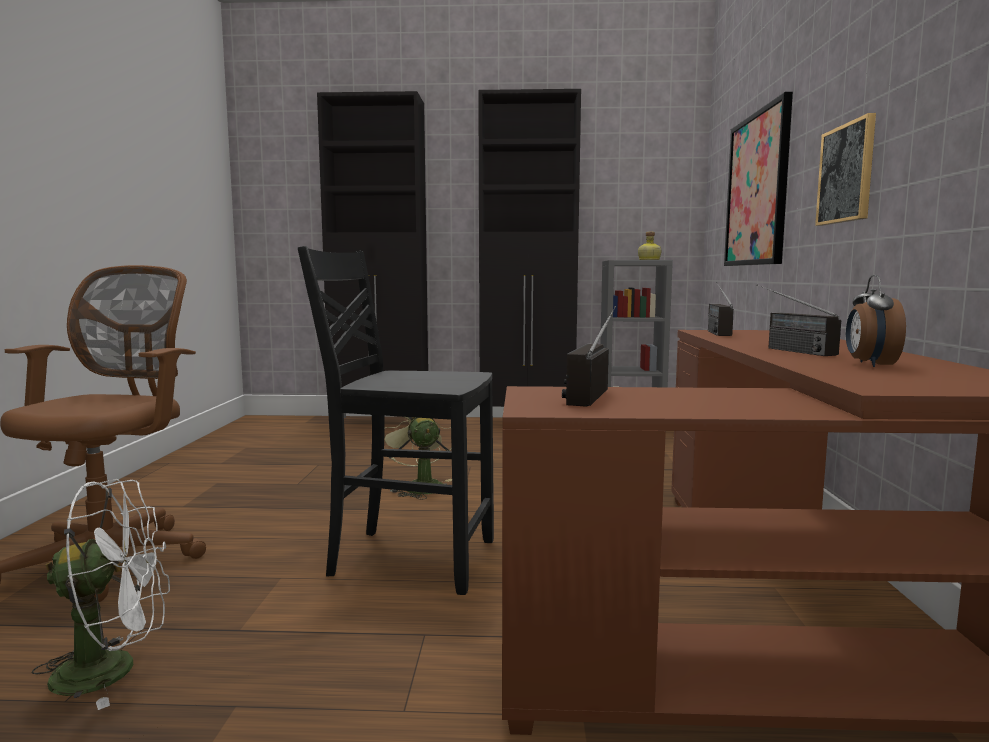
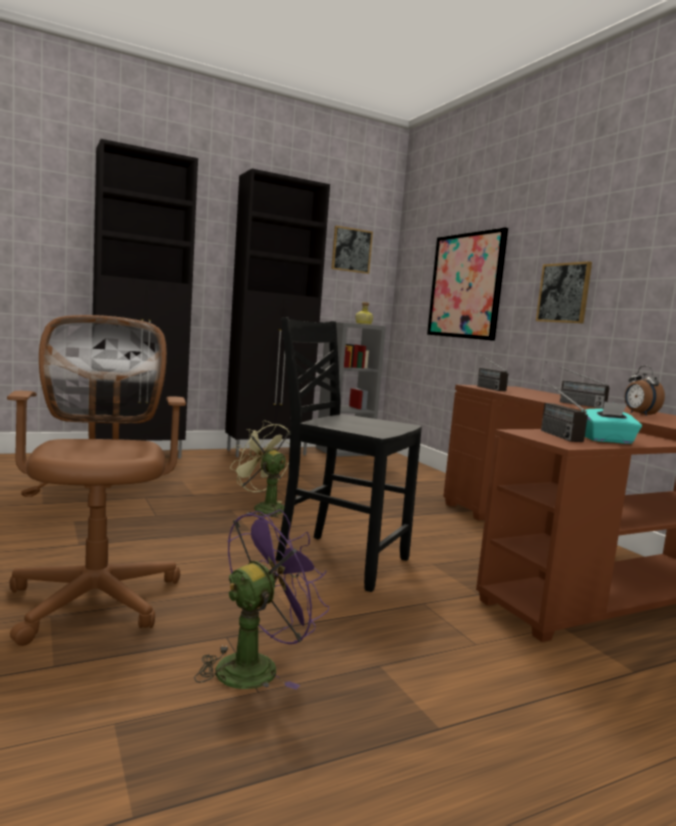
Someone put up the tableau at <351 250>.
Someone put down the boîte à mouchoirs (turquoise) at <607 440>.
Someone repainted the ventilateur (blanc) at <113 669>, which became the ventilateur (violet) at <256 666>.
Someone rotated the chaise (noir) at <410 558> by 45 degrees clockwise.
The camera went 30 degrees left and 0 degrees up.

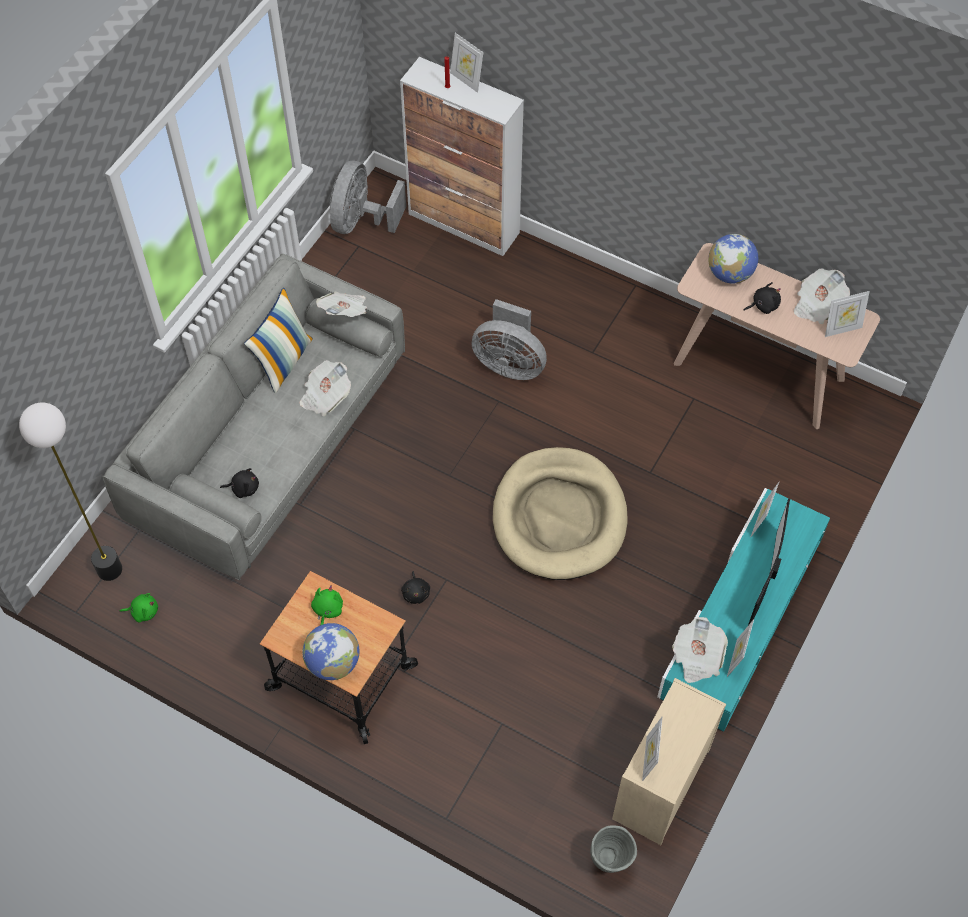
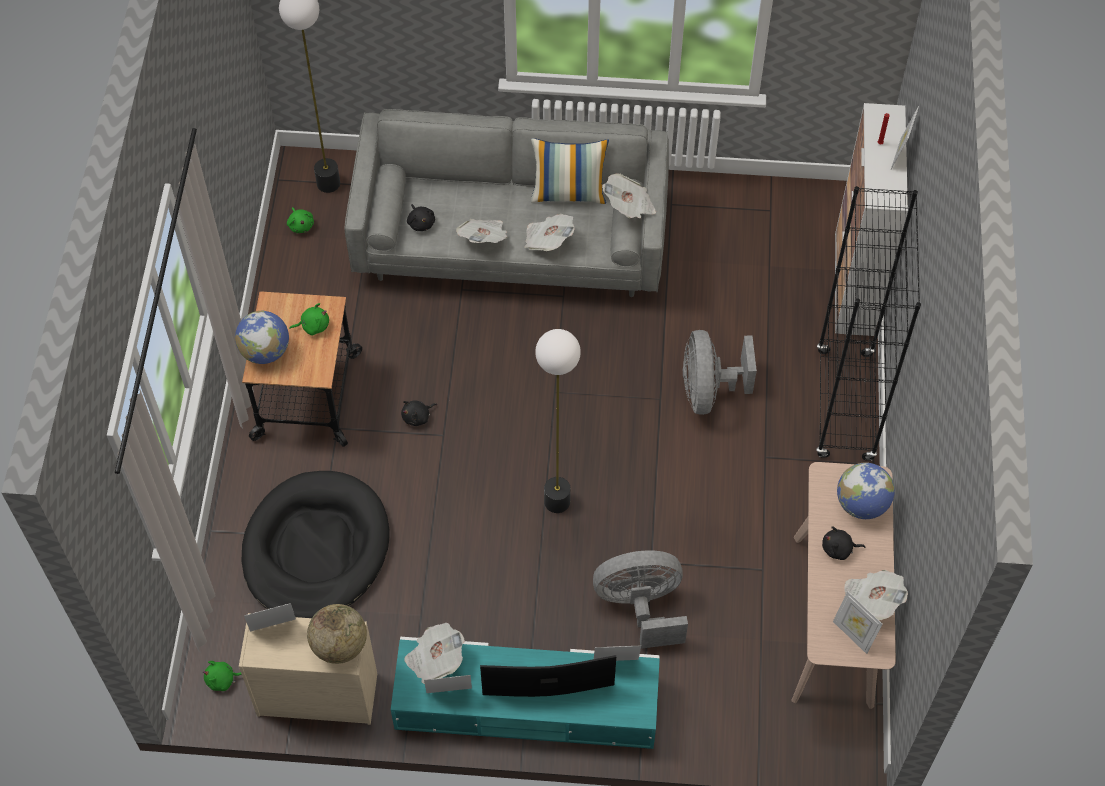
Someone put down the panier pour chien (noir) at <316 549>.
Someone put down the globe at <339 645>.
Someone put down the journal at <484 238>.
Someone put down the bibliothèque (noir) at <845 405>.
Someone carried the ventilateur (gris) from <361 221> to <641 606>.
Someone swapped the panier pour chien (beige) at <559 517> for the lampadaire at <557 501>.
Someone swapped the vase (gris) at <610 863> for the peluche (vert) at <223 680>.
Someone rotated the peluche (noir) at <763 305> by 135 degrees clockwise.
The camera went 65 degrees right and 0 degrees up.

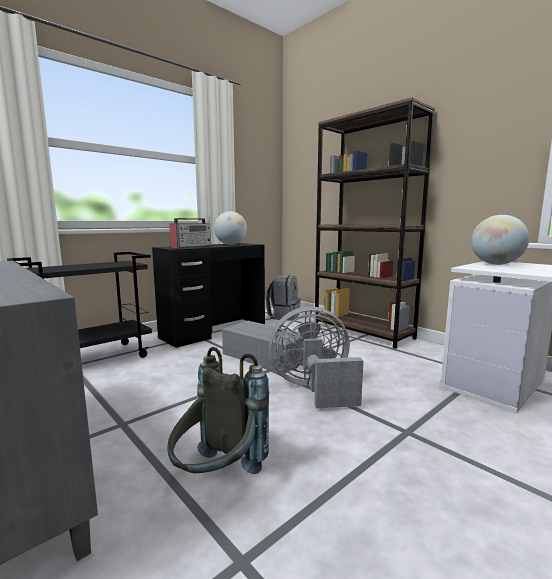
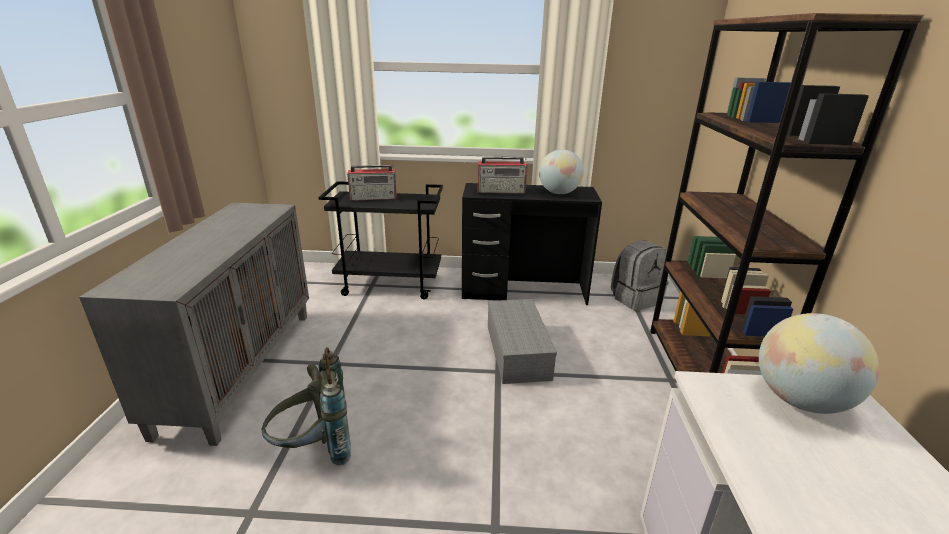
Someone took away the ventilateur (gris) at <313 389>.
Someone put down the radio at <374 197>.
The camera went 45 degrees right and 15 degrees up.

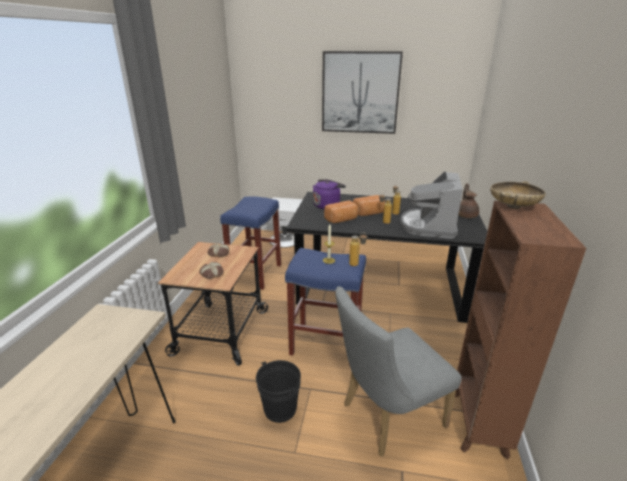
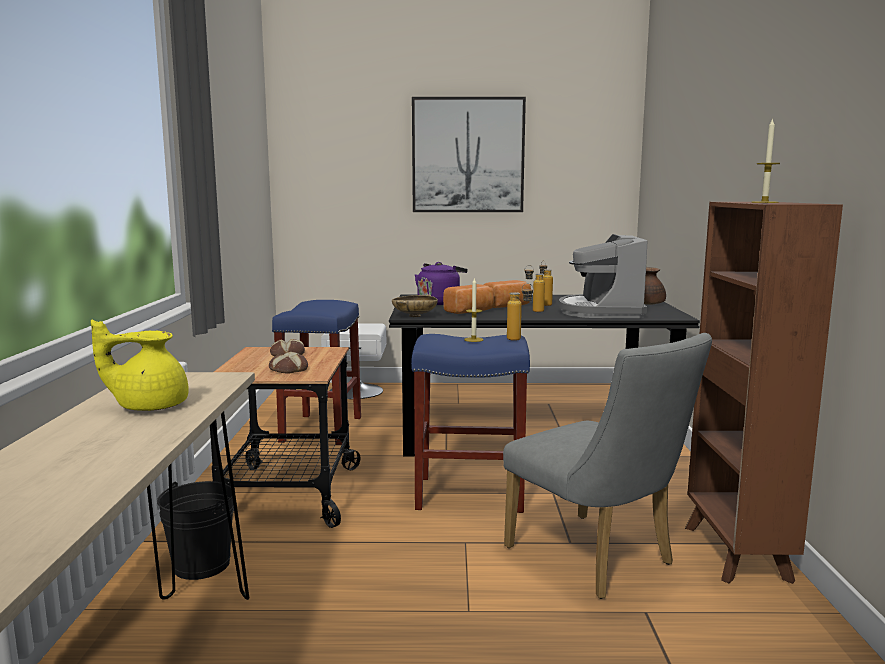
Someone put down the théière (jaune) at <149 406>.
Someone put down the bougie at <764 202>.
Someone carried the seau (noir) from <280 408> to <201 565>.
Someone carried the bol (beige) from <513 206> to <414 316>.
Someone rotated the chaise (gris) at <386 417> by 90 degrees counterclockwise.
The camera went 10 degrees left and 15 degrees down.

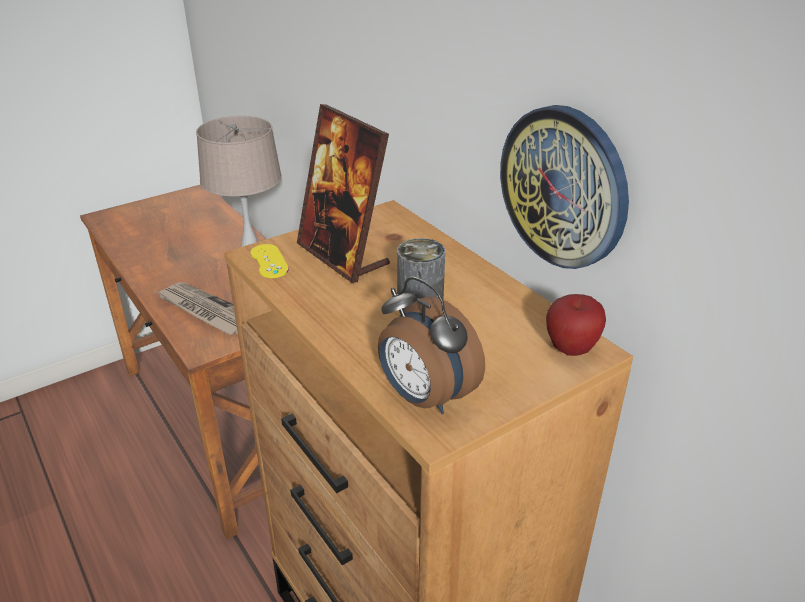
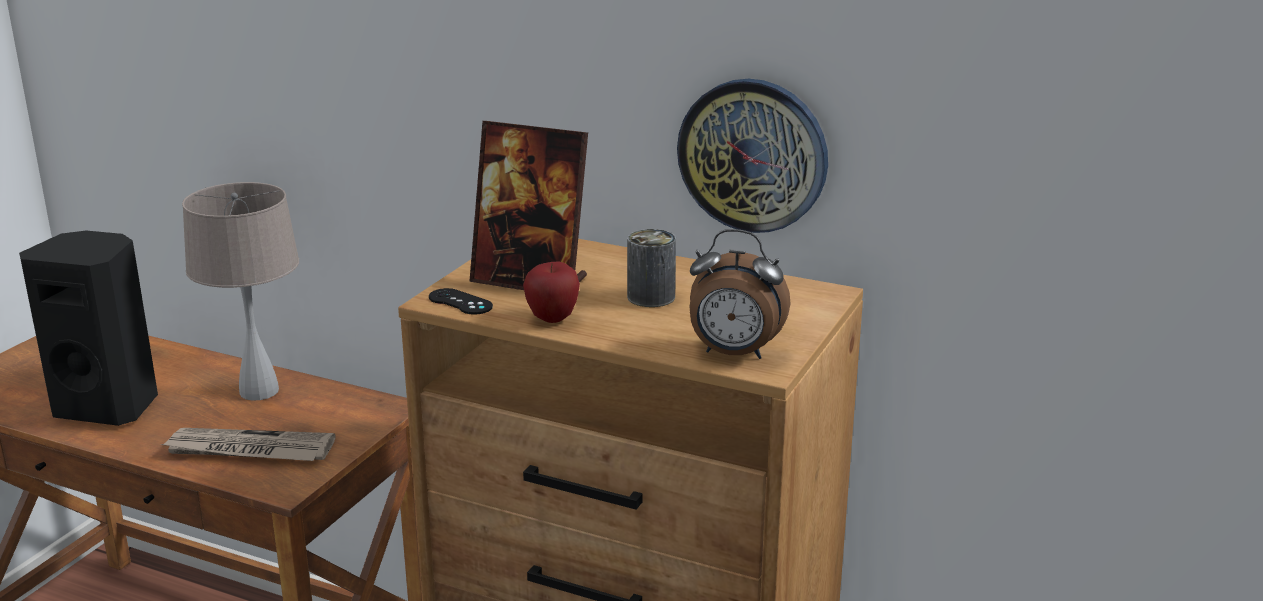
Someone put down the enceinte (noir) at <109 406>.
Someone carried the pomme from <571 349> to <552 318>.
Someone repainted the manette (jaune) at <269 261>, which became the manette (noir) at <460 302>.
The camera went 30 degrees left and 10 degrees down.

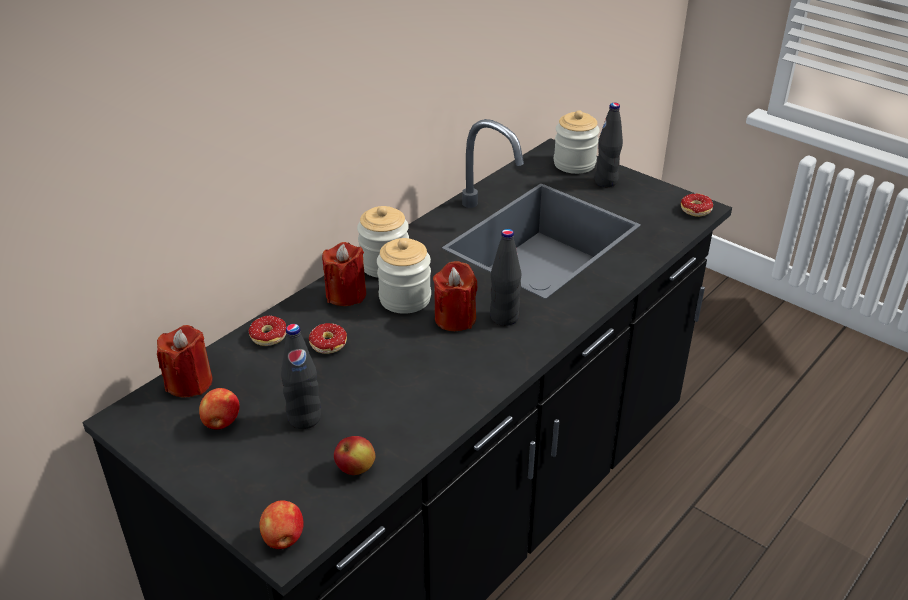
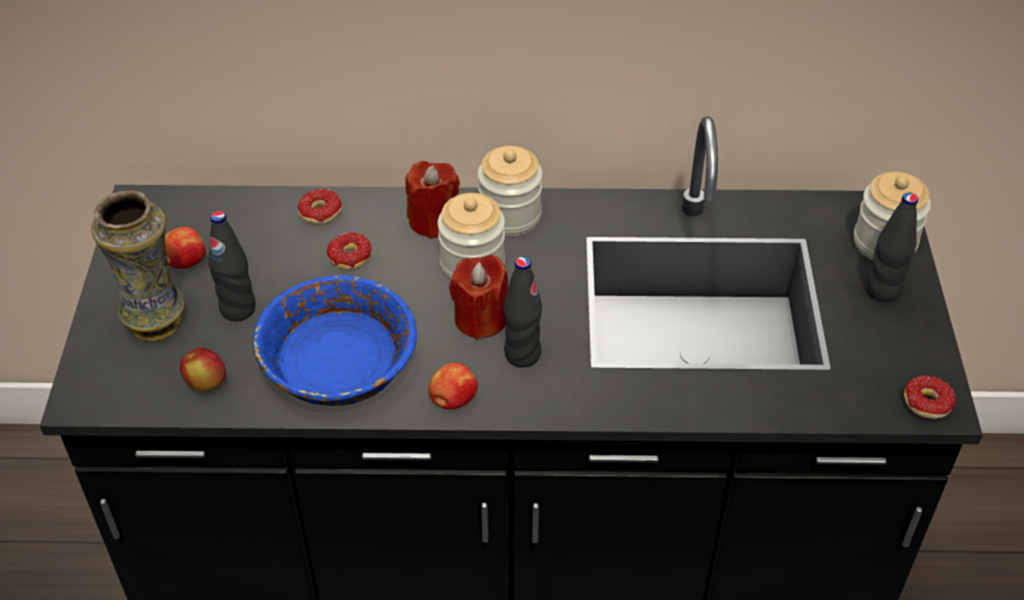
Someone took away the bougie (rouge) at <189 382>.
Someone put down the vase at <156 321>.
Someone put down the bol (bleu) at <337 362>.
Someone carried the pomme from <283 539> to <452 400>.
The camera went 50 degrees right and 10 degrees up.

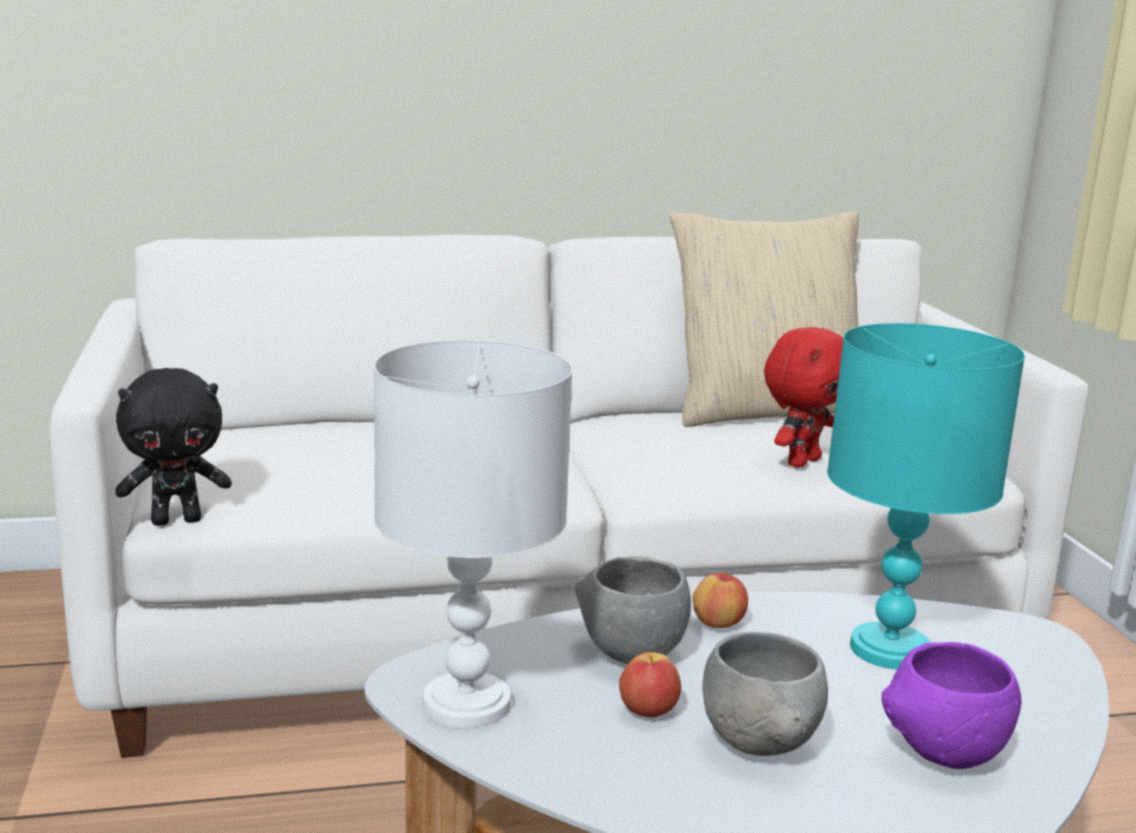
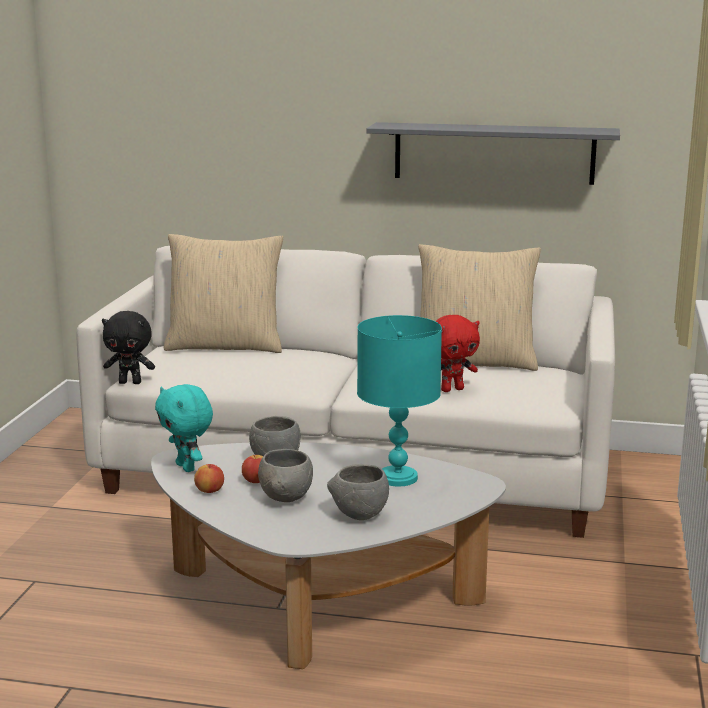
Someone put down the coussin (beige) at <225 346>.
Someone put up the étagère (gris) at <494 153>.
Someone carried the pomme from <718 624> to <210 491>.
Someone swapped the lampe de table (blanc) at <469 703> for the peluche (turquoise) at <187 467>.
Someone repainted the bol (violet) at <942 756>, which became the bol (gris) at <359 516>.
The camera went 25 degrees right and 0 degrees up.

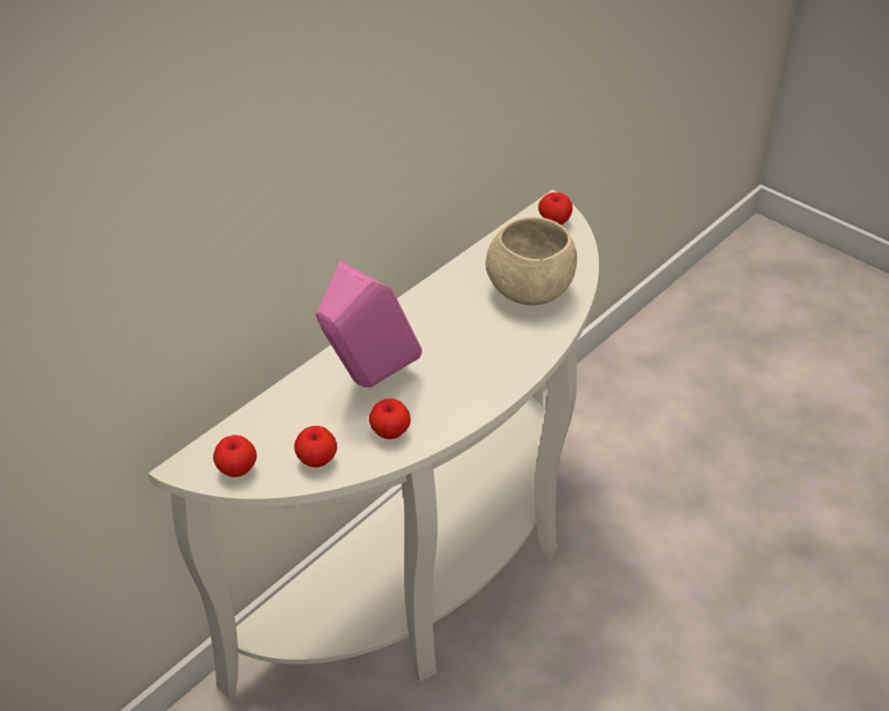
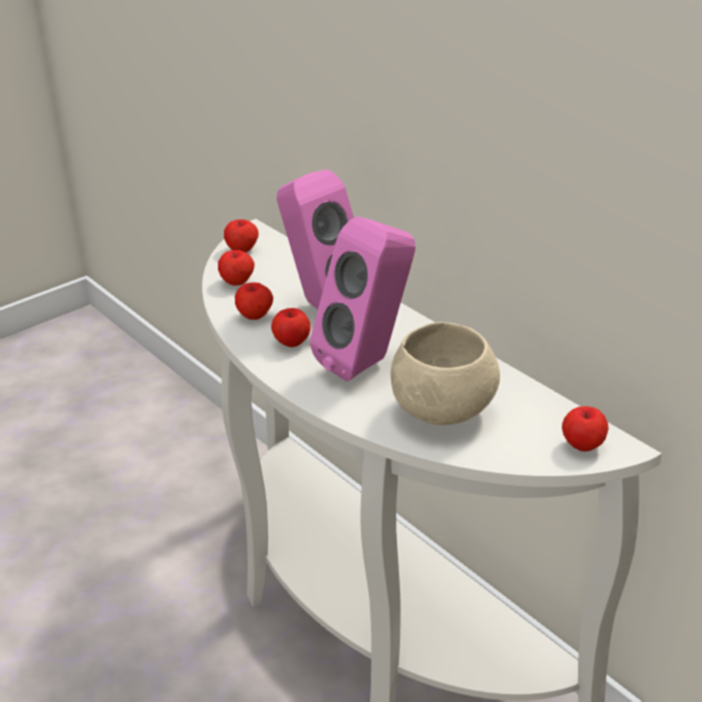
Someone put down the pomme at <292 342>.
Someone put down the enceinte (rose) at <369 362>.
The camera went 100 degrees right and 10 degrees down.

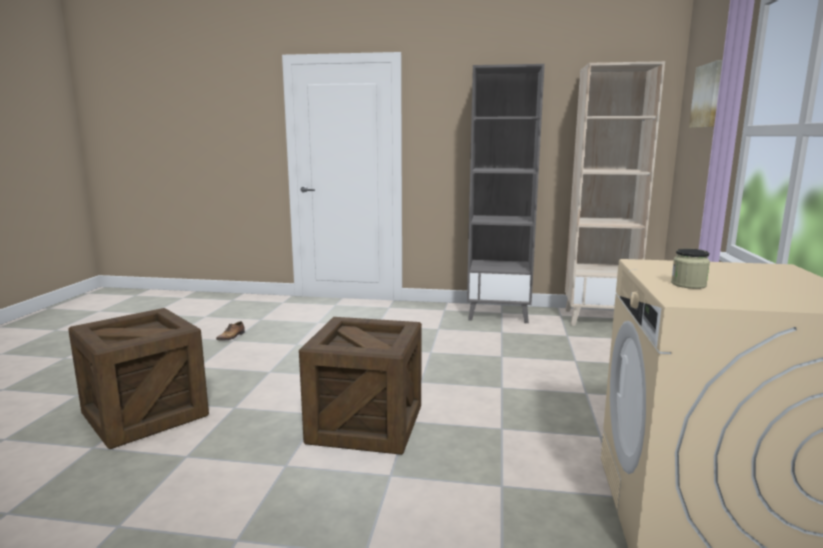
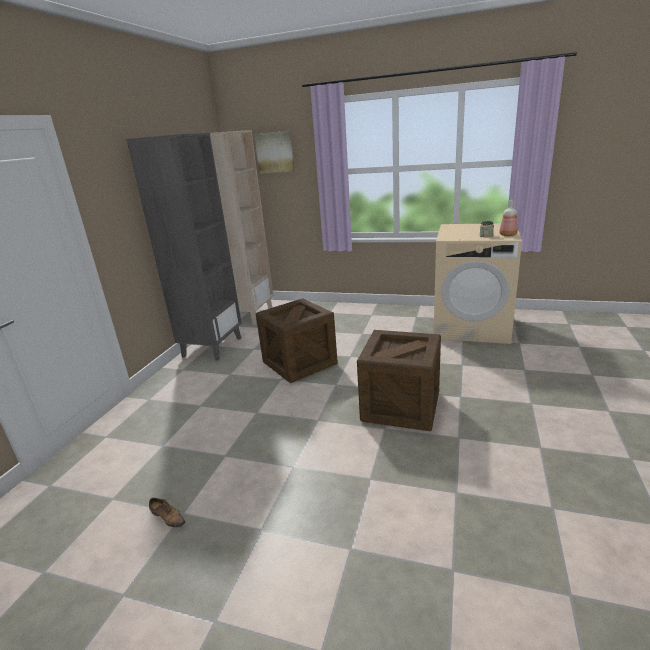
Someone put down the bouteille at <508 235>.
Someone carried the caisse from <145 415> to <299 363>.
The camera went 80 degrees left and 10 degrees up.

